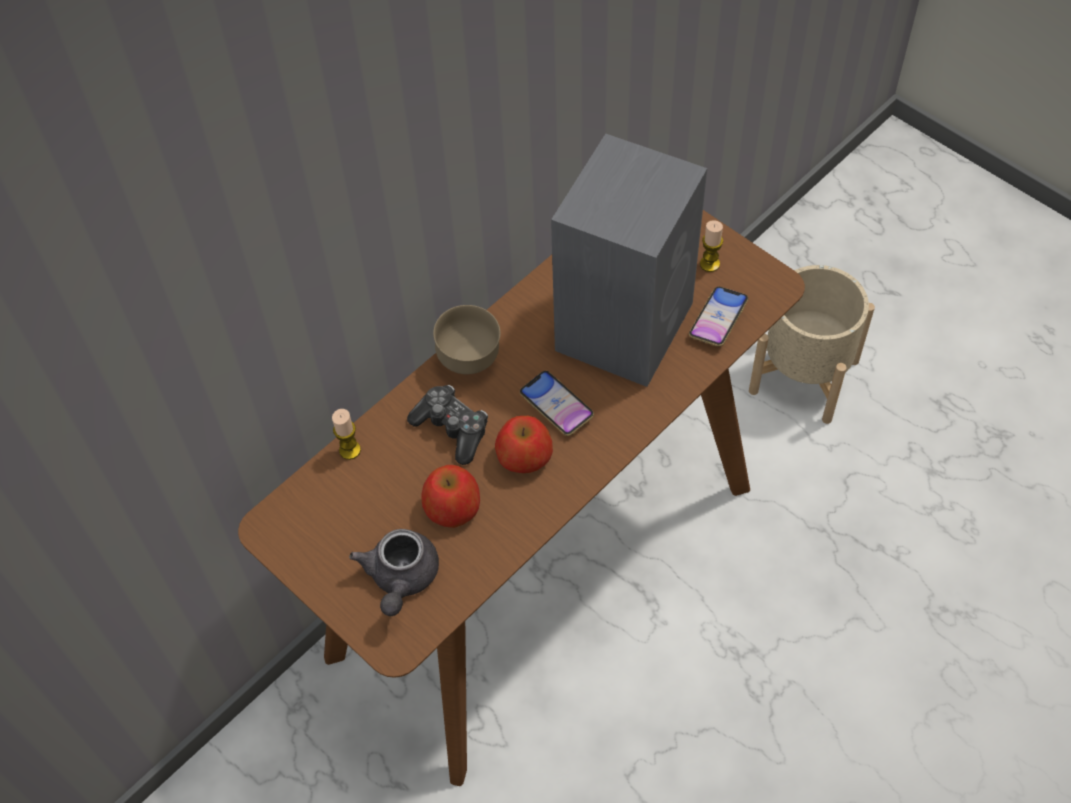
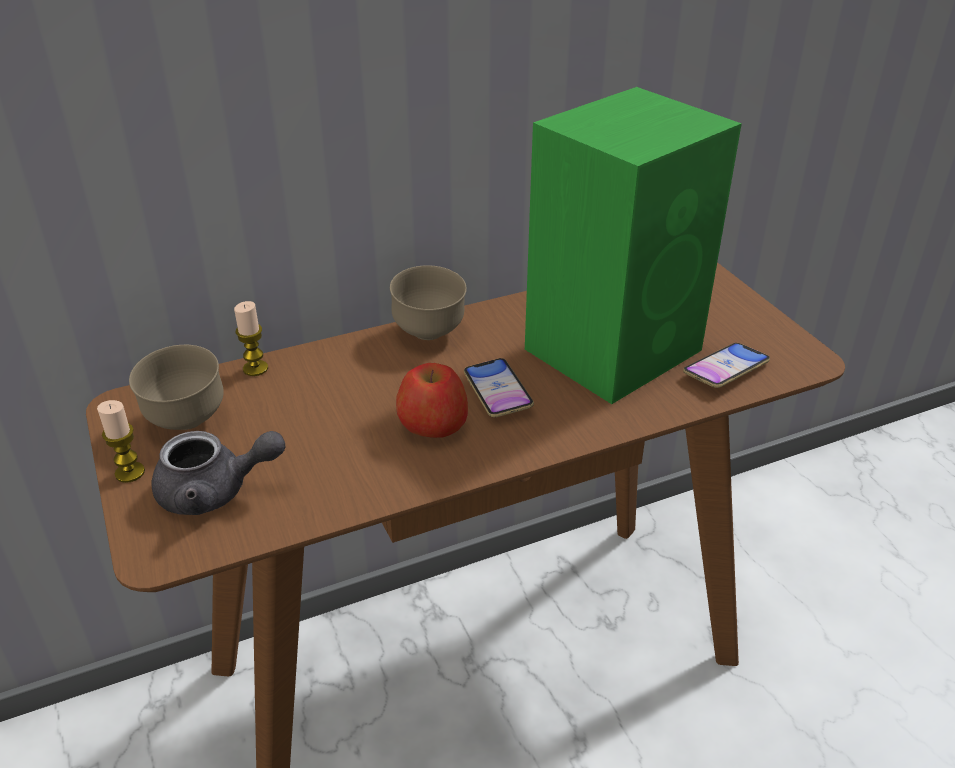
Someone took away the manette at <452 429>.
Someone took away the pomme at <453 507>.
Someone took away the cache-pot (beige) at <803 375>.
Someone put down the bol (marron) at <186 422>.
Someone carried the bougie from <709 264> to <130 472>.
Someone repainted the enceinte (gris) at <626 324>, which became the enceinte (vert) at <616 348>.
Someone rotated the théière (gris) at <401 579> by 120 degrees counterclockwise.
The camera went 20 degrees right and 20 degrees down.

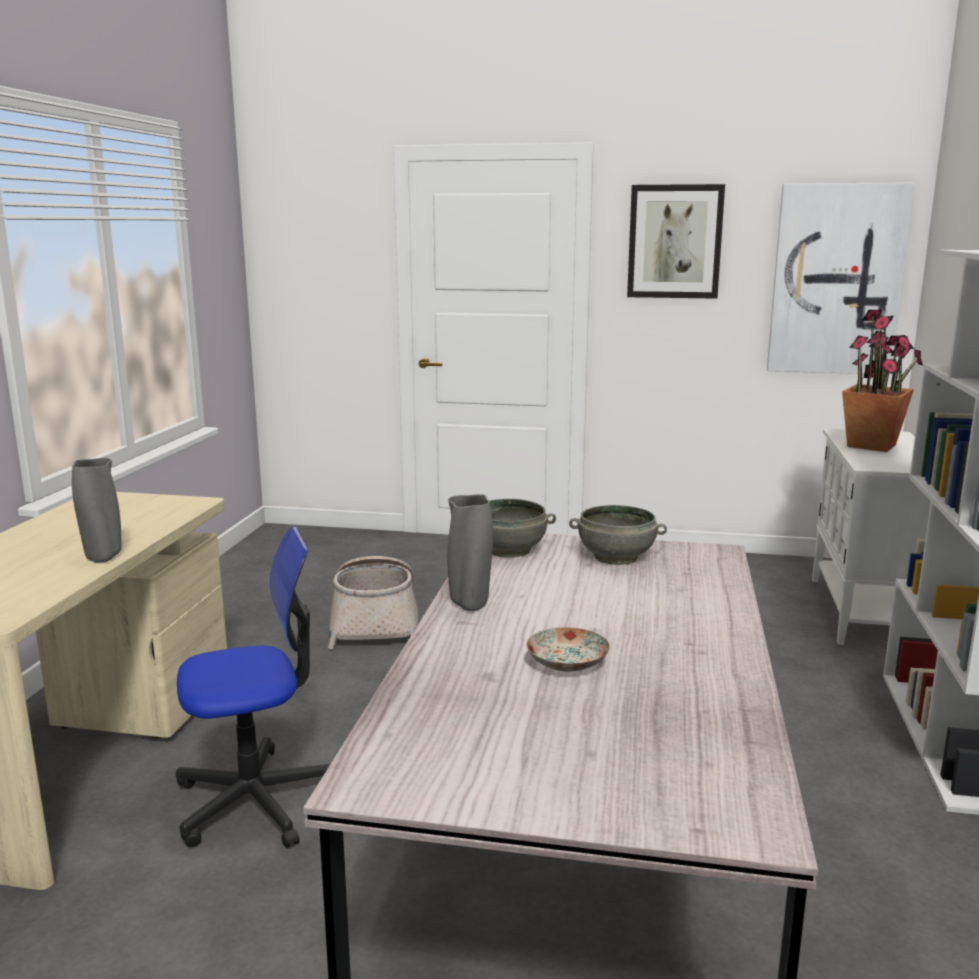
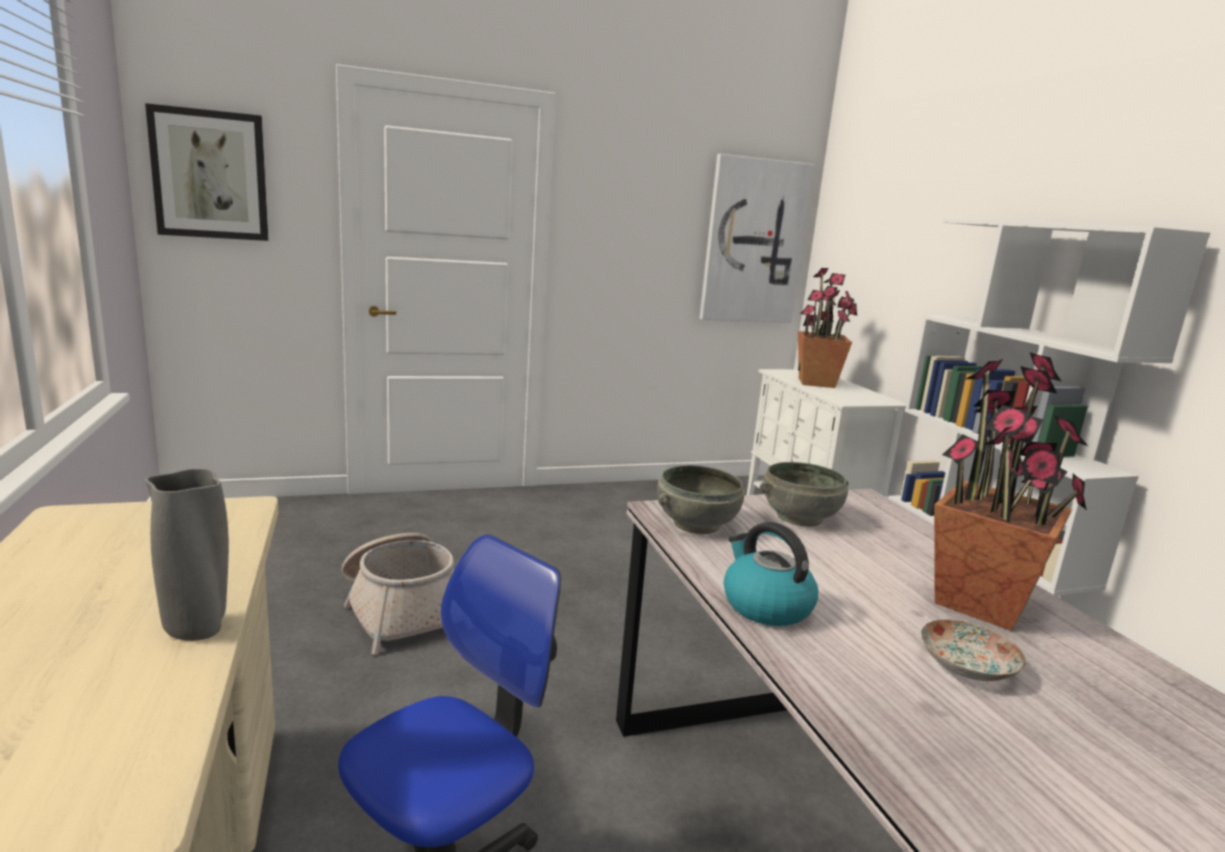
Someone put down the plante en pot at <981 604>.
Someone carried the tableau from <674 242> to <210 175>.
Someone swapped the vase (gris) at <470 605> for the bouilloire at <765 606>.
The camera went 30 degrees left and 0 degrees up.

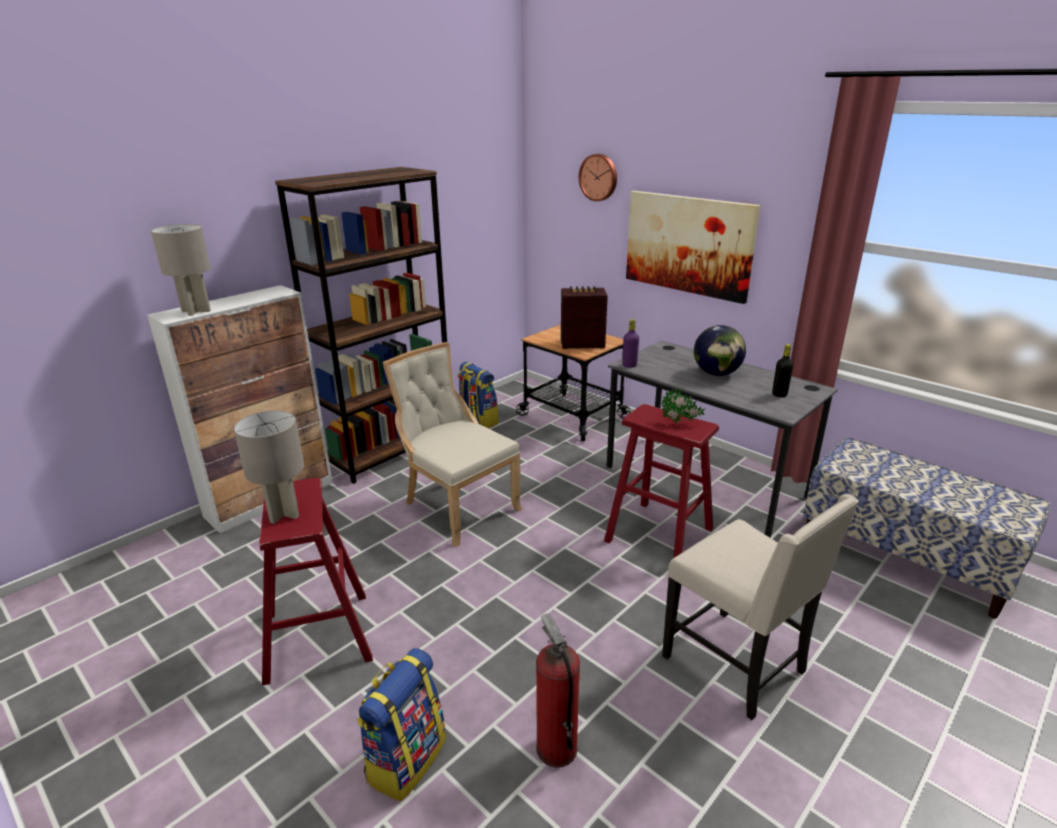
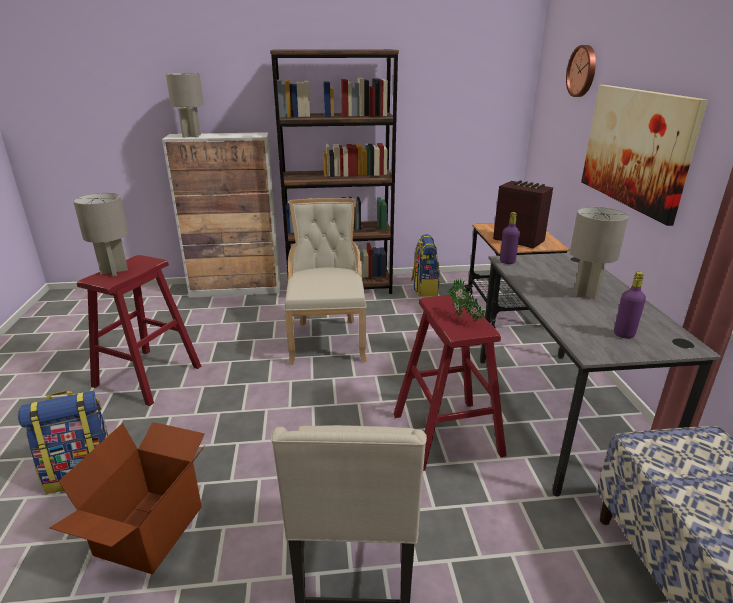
Someone swapped the extincteur at <556 748> for the carton at <151 531>.
Someone swapped the globe at <716 373> for the lampe de table (gris) at <585 294>.
Someone repainted the bouteille (noir) at <779 394>, which became the bouteille (violet) at <624 334>.
The camera went 40 degrees right and 0 degrees up.

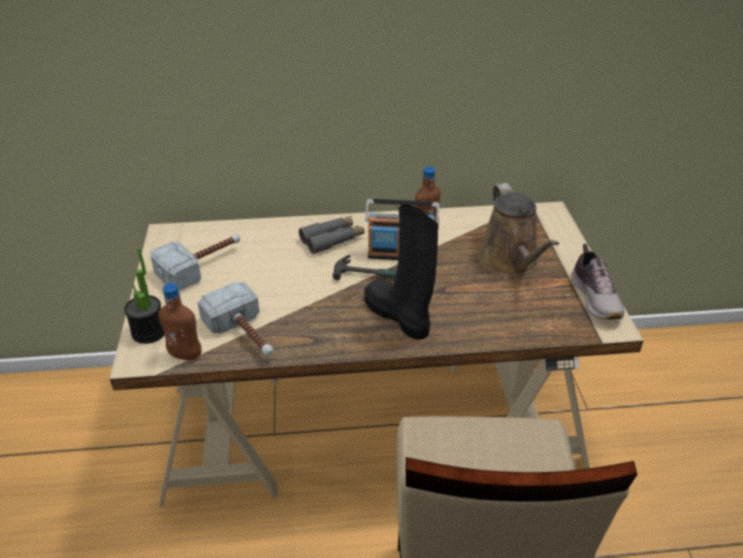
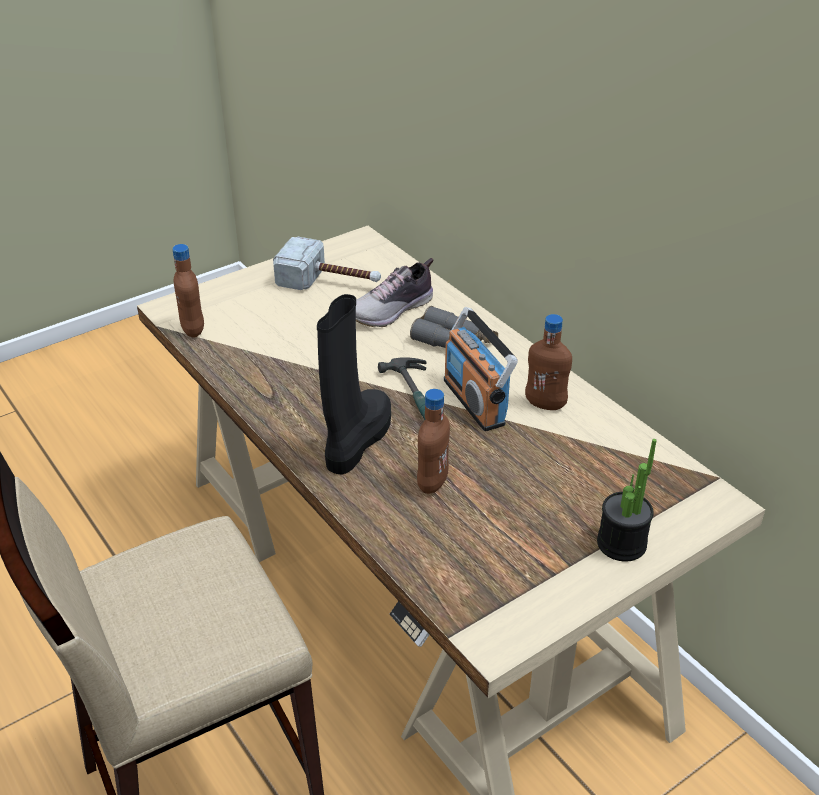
Someone took away the marteau at <245 335>.
Someone took away the arrosoir (marron) at <511 261>.
Someone put down the bouteille (marron) at <432 483>.
Someone carried the plante en pot from <149 332> to <621 544>.
Someone carried the chaussure from <596 298> to <392 310>.
The camera went 60 degrees right and 0 degrees up.

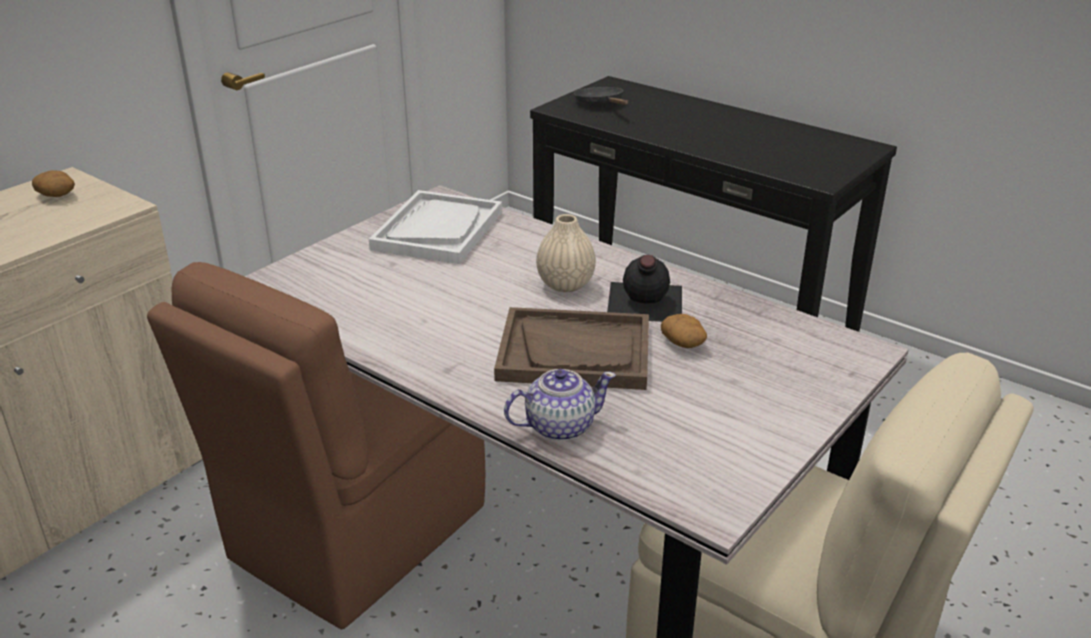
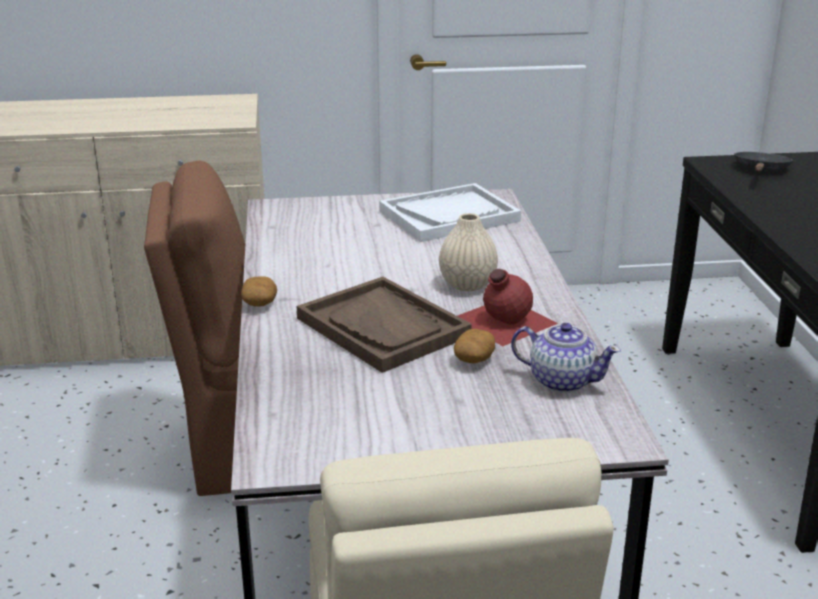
Someone carried the pomme de terre from <57 195> to <260 303>.
Someone carried the théière from <559 426> to <561 381>.
Someone repainted the bouteille (noir) at <643 302>, which became the bouteille (rouge) at <502 320>.
The camera went 45 degrees right and 5 degrees down.

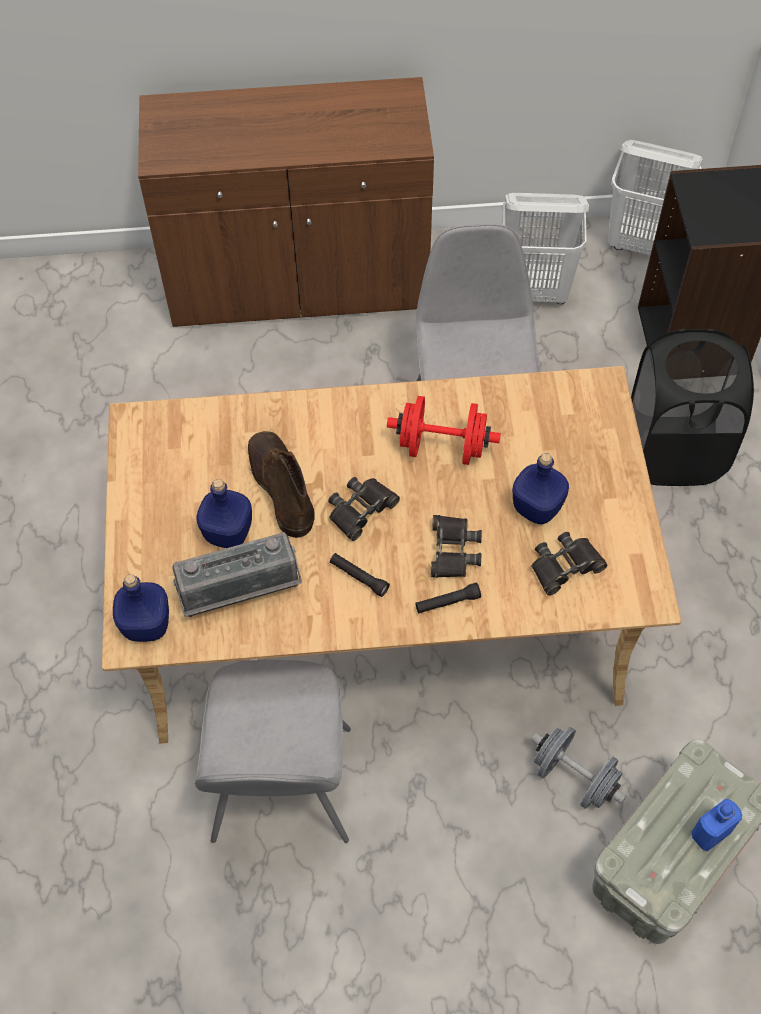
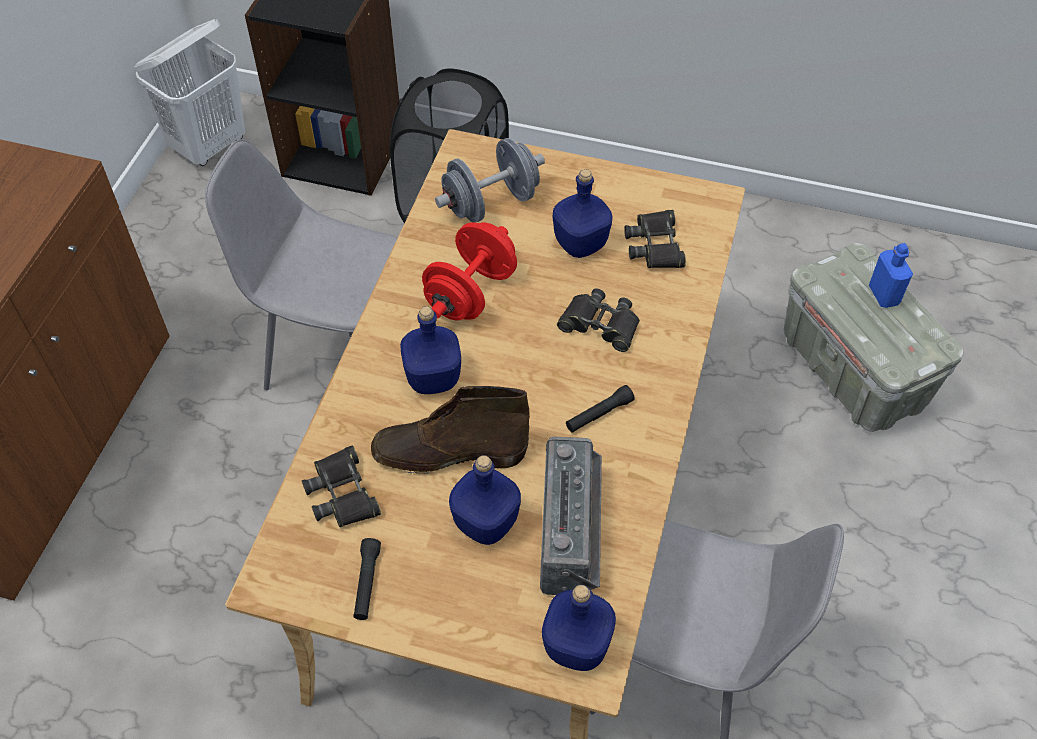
Someone took away the panier à linge (blanc) at <535 290>.
Someone put down the bouteille (bleu) at <432 377>.
Someone carried the jumelles (noir) from <361 510> to <342 493>.
Someone carried the lampe de poche (noir) from <447 602> to <367 583>.
Someone carried the haltère (gris) from <574 777> to <491 203>.
The camera went 70 degrees left and 5 degrees down.

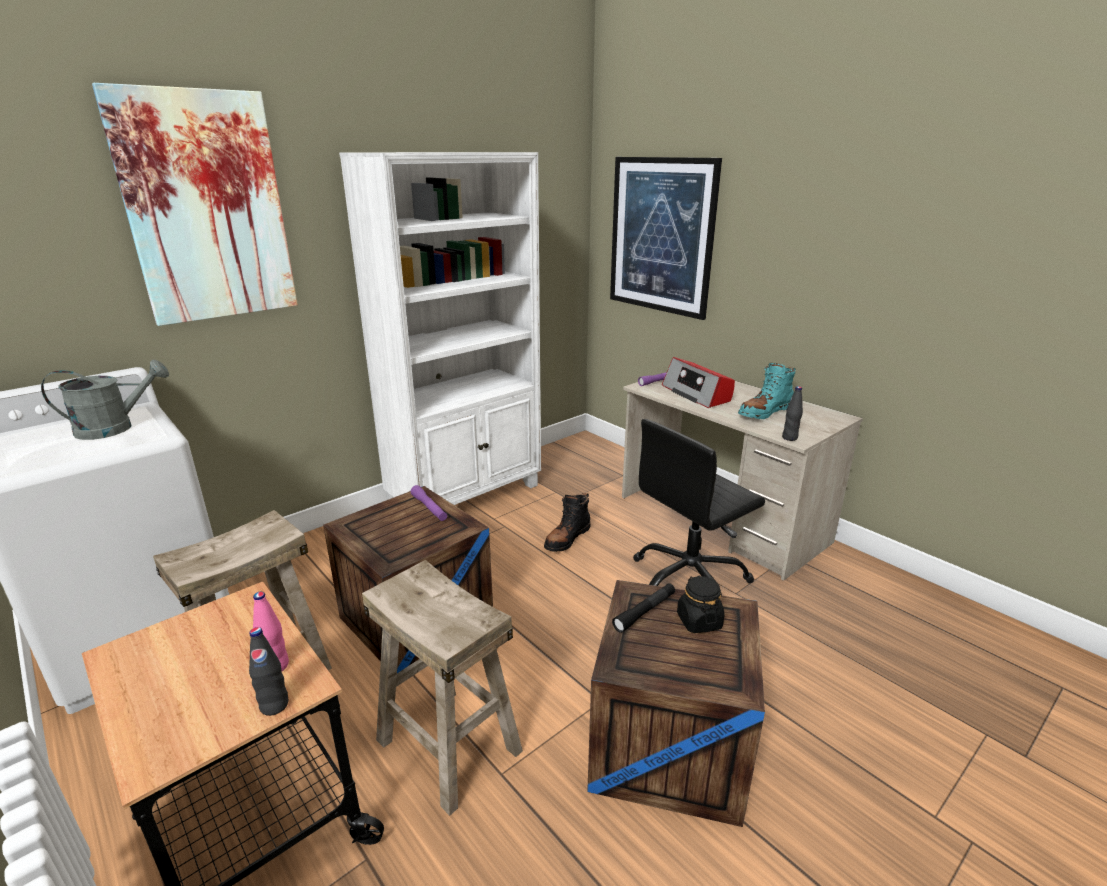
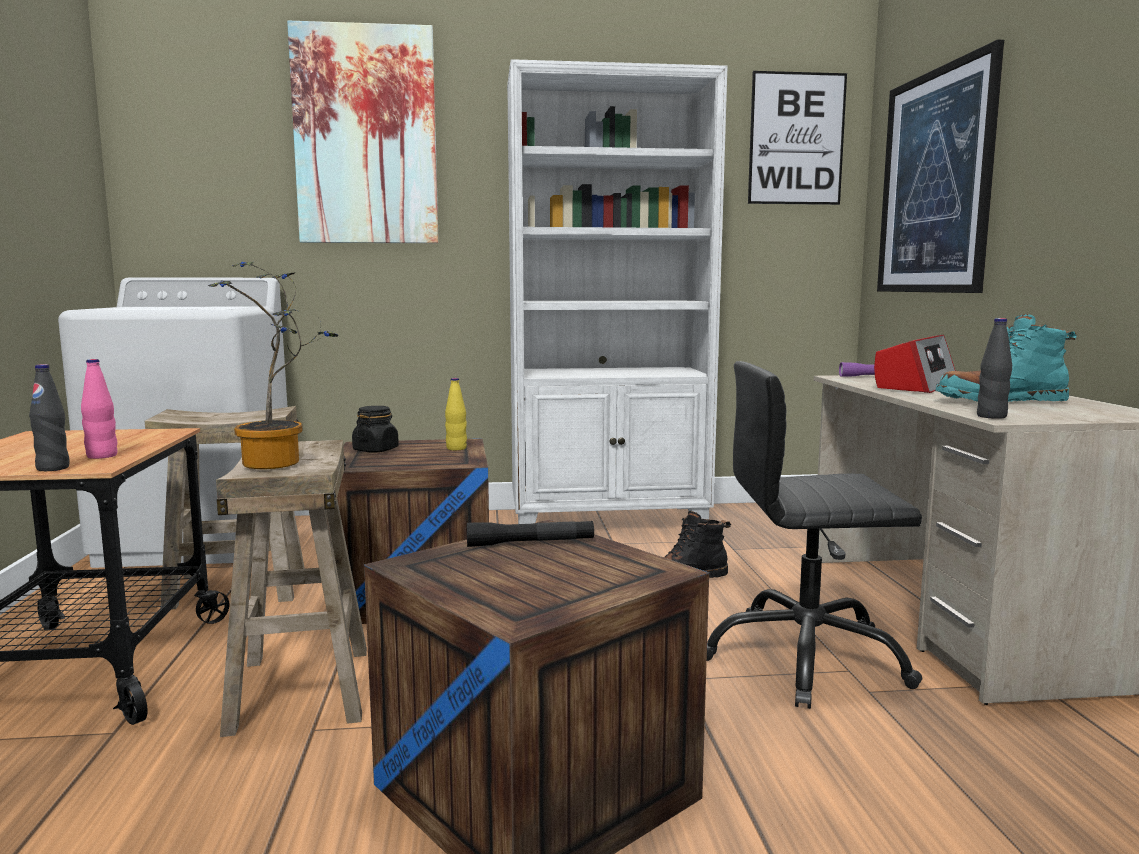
Someone took away the arrosoir (gris) at <115 428>.
Someone put down the plante en pot at <279 463>.
Someone put up the tableau at <796 139>.
Someone carried the bocal (noir) from <699 621> to <376 450>.
Someone swapped the lampe de poche (violet) at <429 508> for the bouteille (jaune) at <456 448>.
Someone rotated the radio at <697 394> by 150 degrees counterclockwise.
The camera went 35 degrees right and 15 degrees down.

